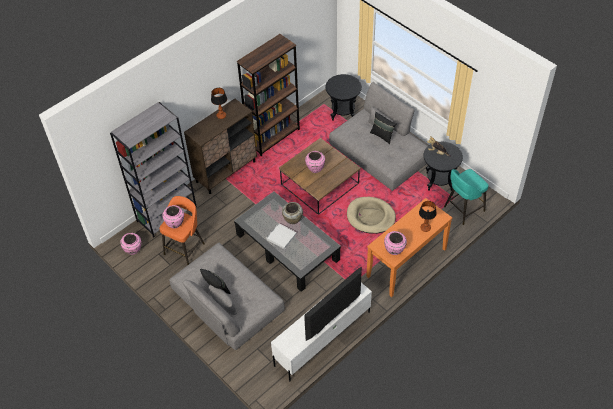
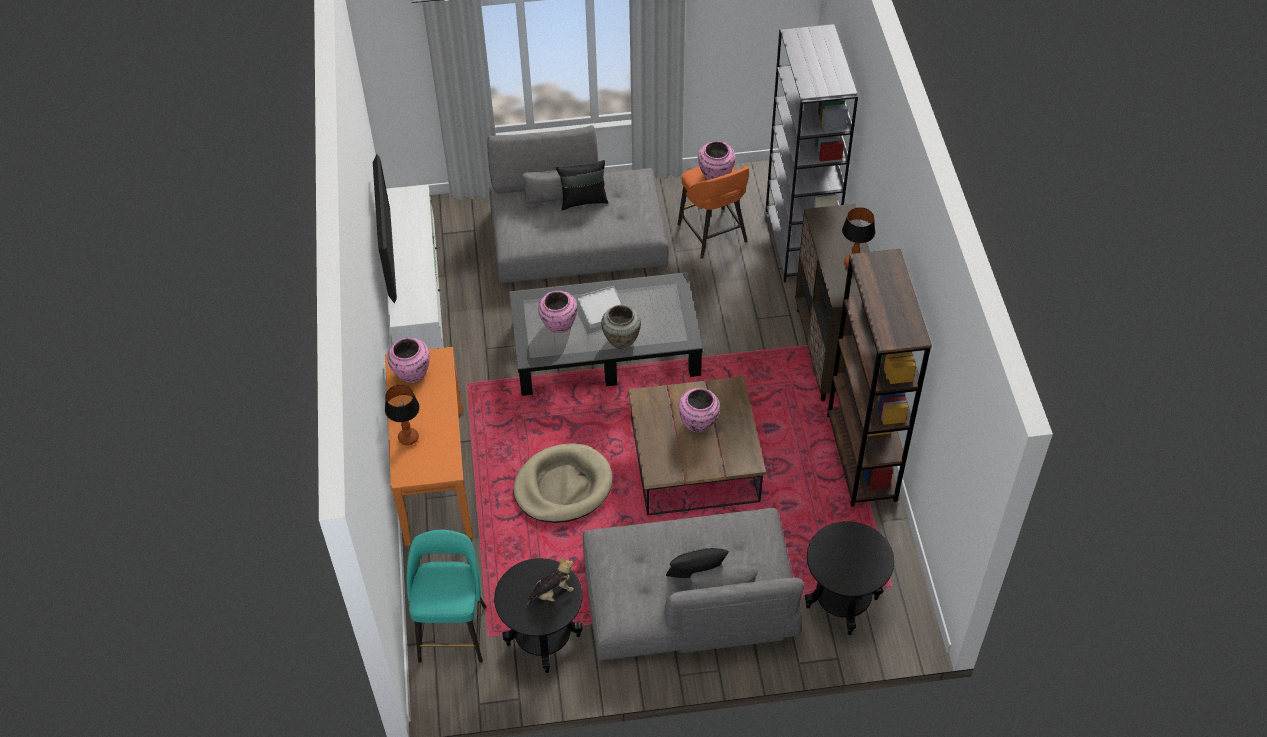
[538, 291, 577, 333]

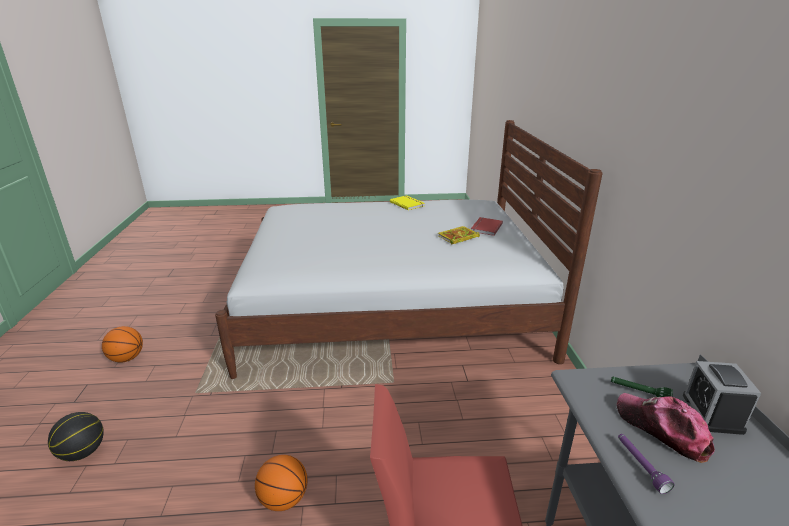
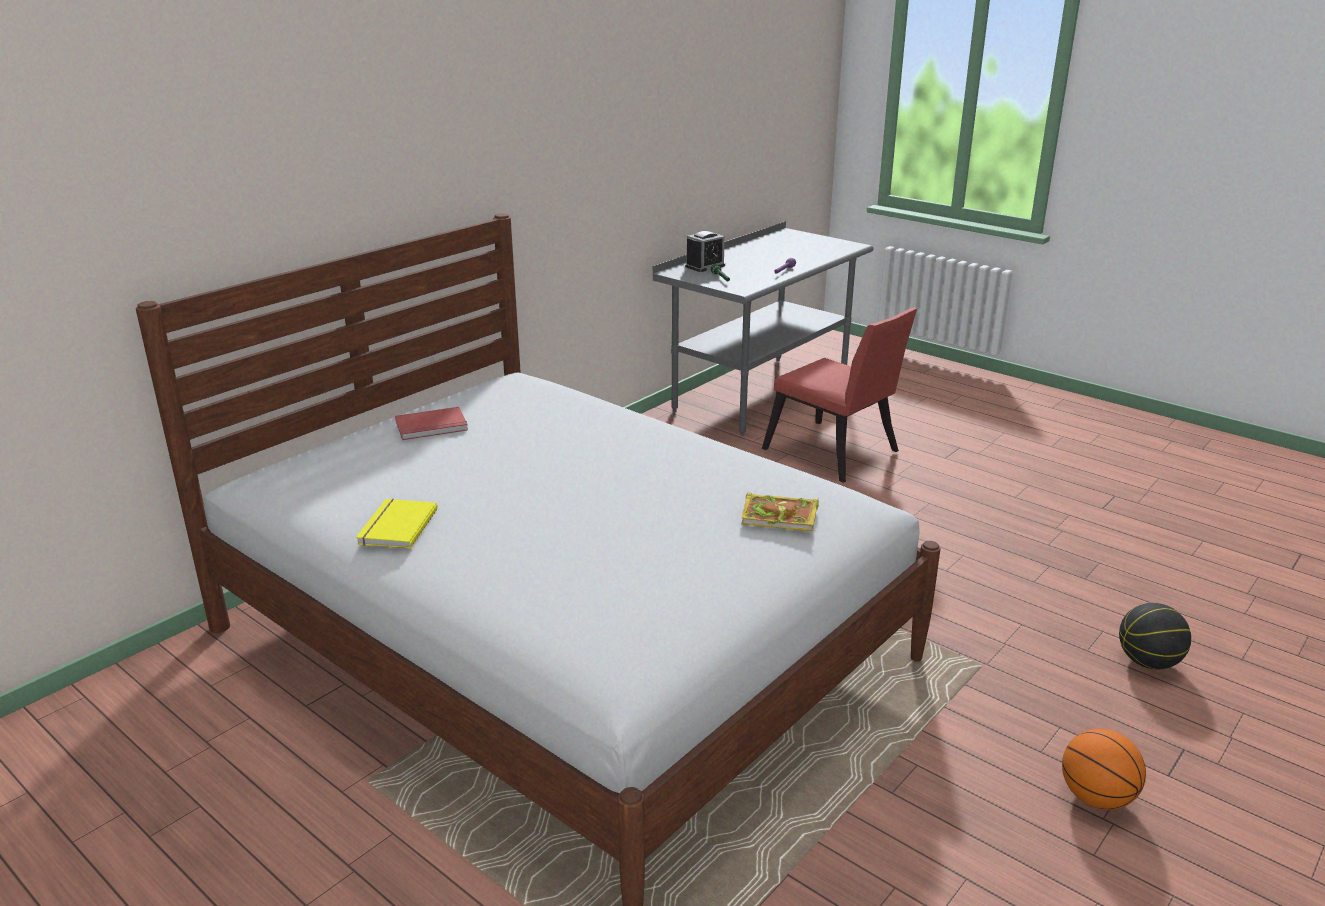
[741, 492, 819, 531]
[617, 393, 715, 463] (first image)
[255, 455, 307, 511] (first image)

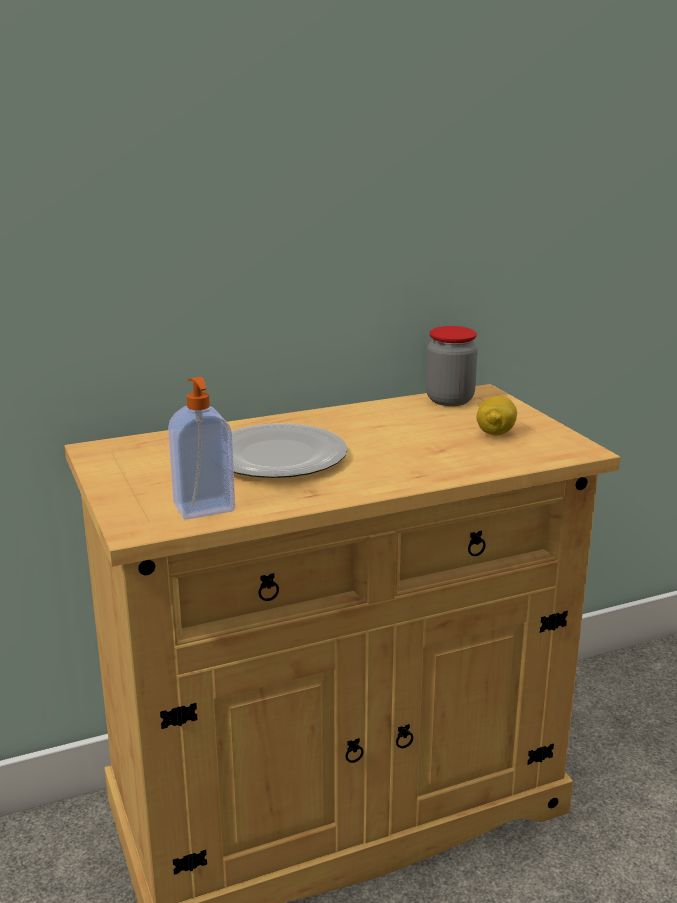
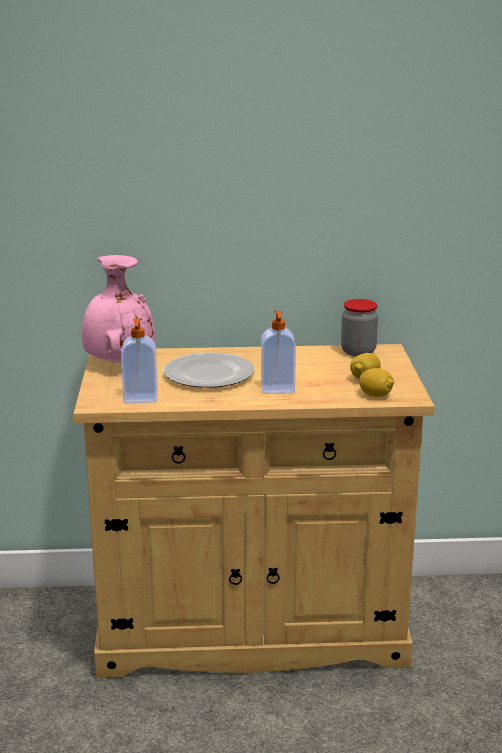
[82, 255, 155, 363]
[261, 311, 296, 394]
[359, 368, 394, 397]

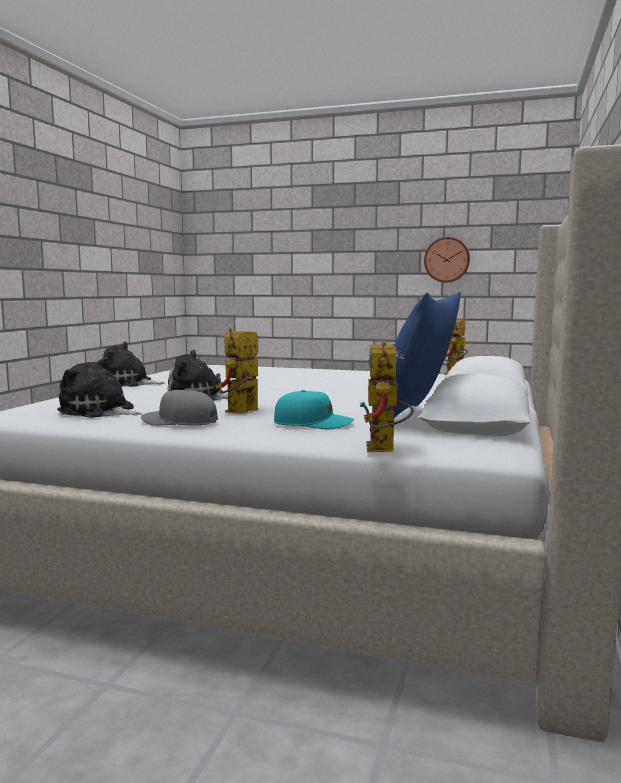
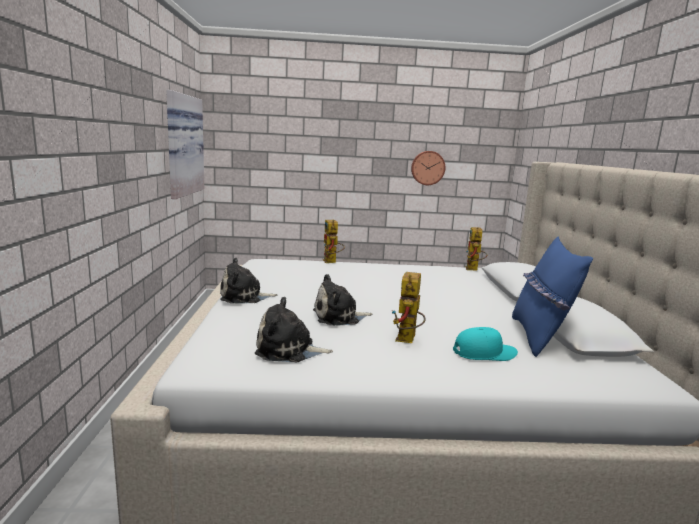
[323, 220, 345, 263]
[141, 389, 218, 426] (first image)
[166, 90, 204, 199]

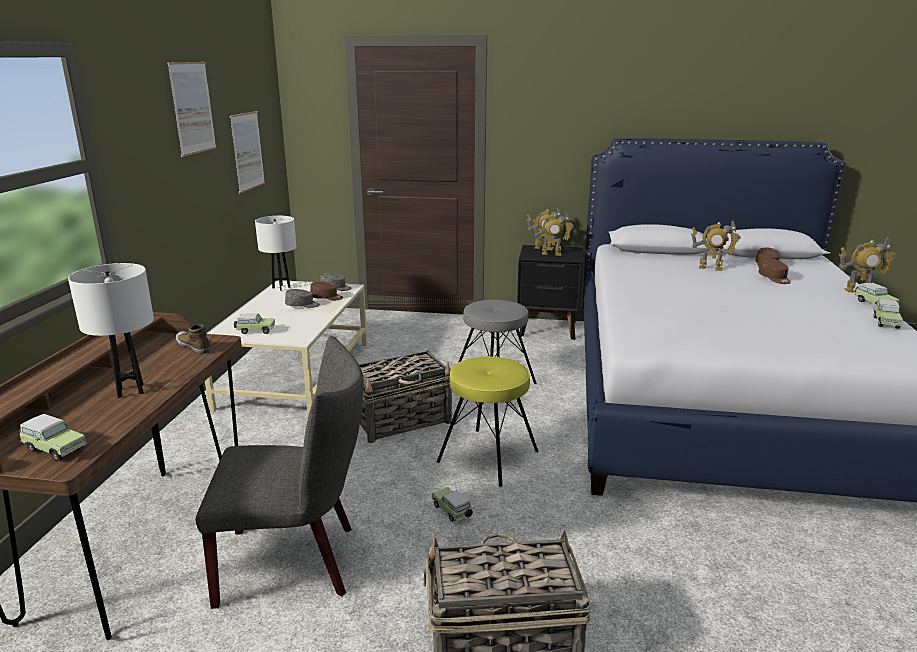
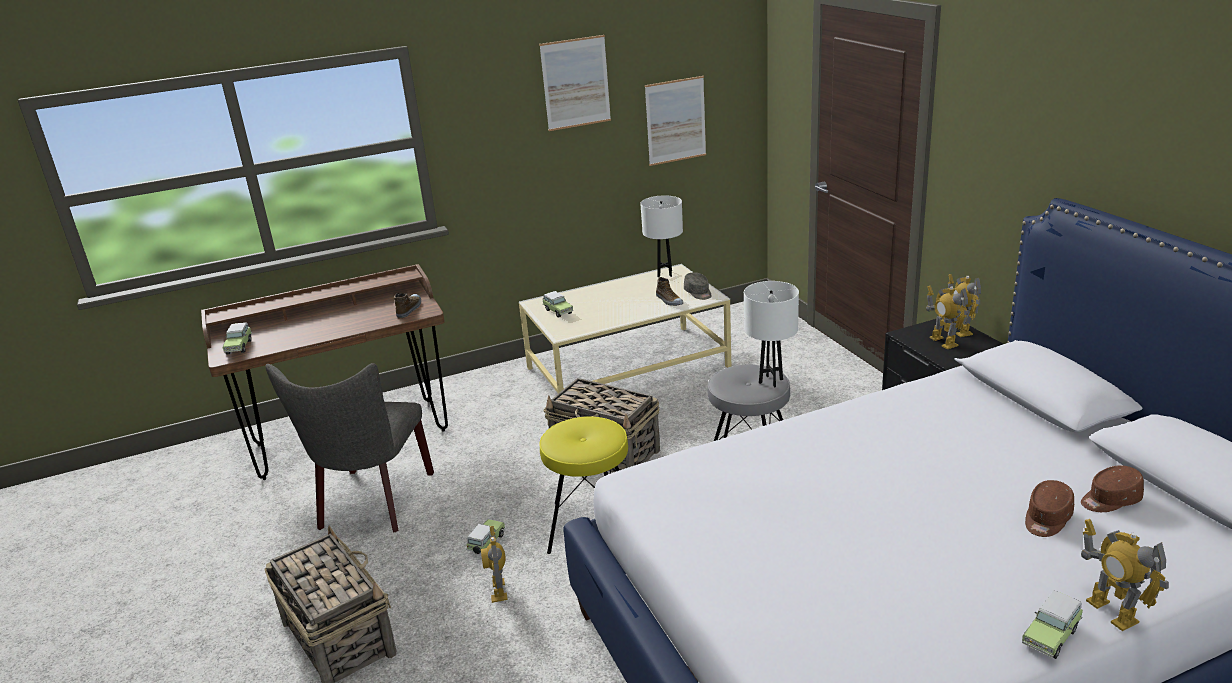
[481, 526, 508, 603]
[744, 281, 799, 387]
[656, 277, 683, 306]
[285, 289, 320, 308] (first image)
[873, 299, 903, 329] (first image)
[266, 363, 434, 533]

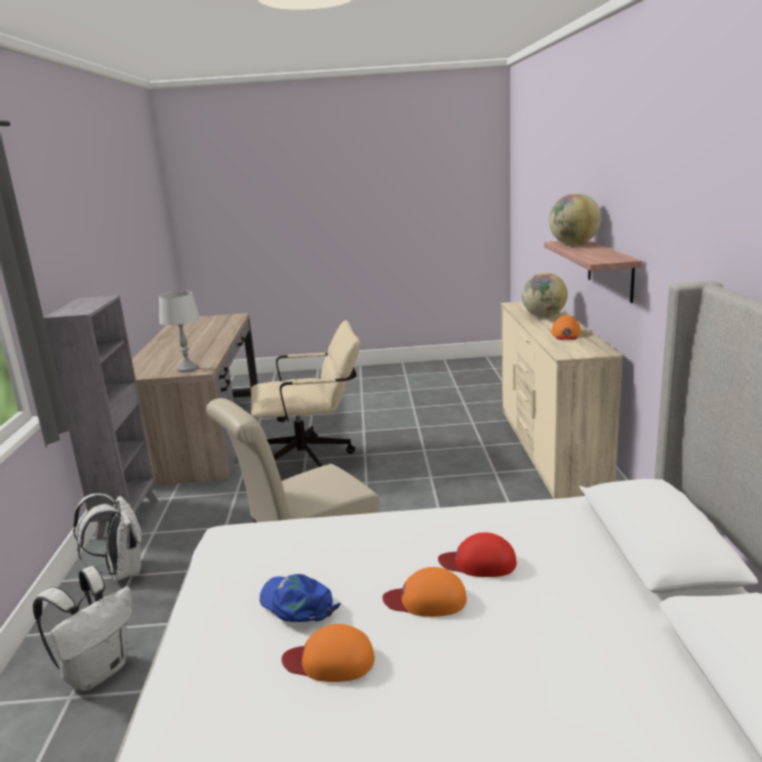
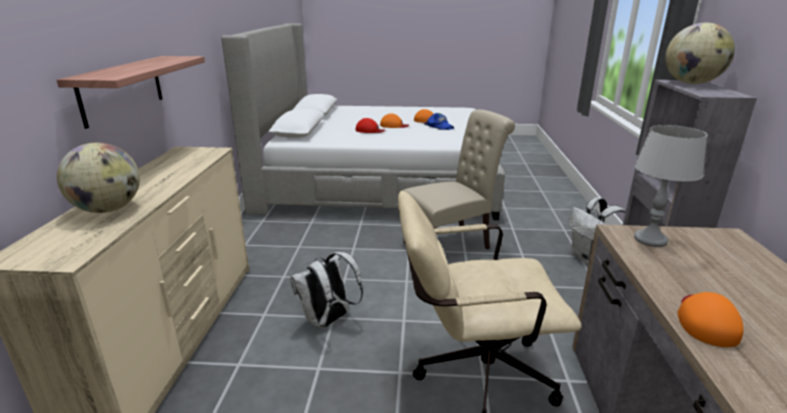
[665, 23, 735, 84]
[678, 292, 744, 347]
[290, 252, 363, 329]

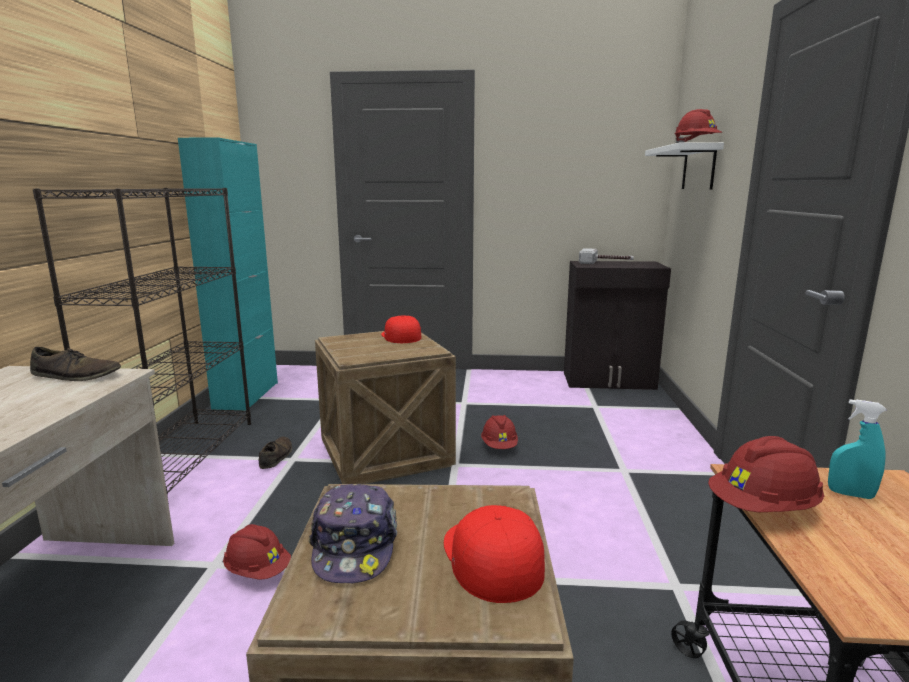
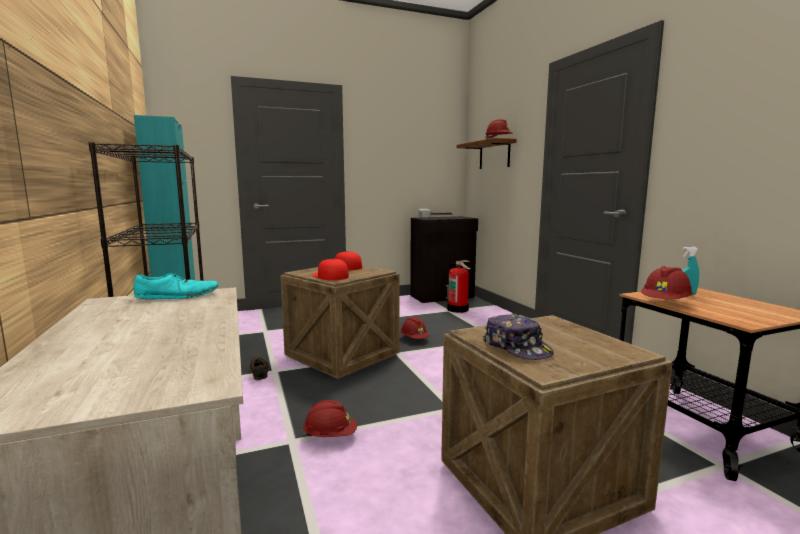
[457, 138, 516, 169]
[133, 273, 219, 299]
[312, 259, 349, 280]
[447, 260, 470, 313]

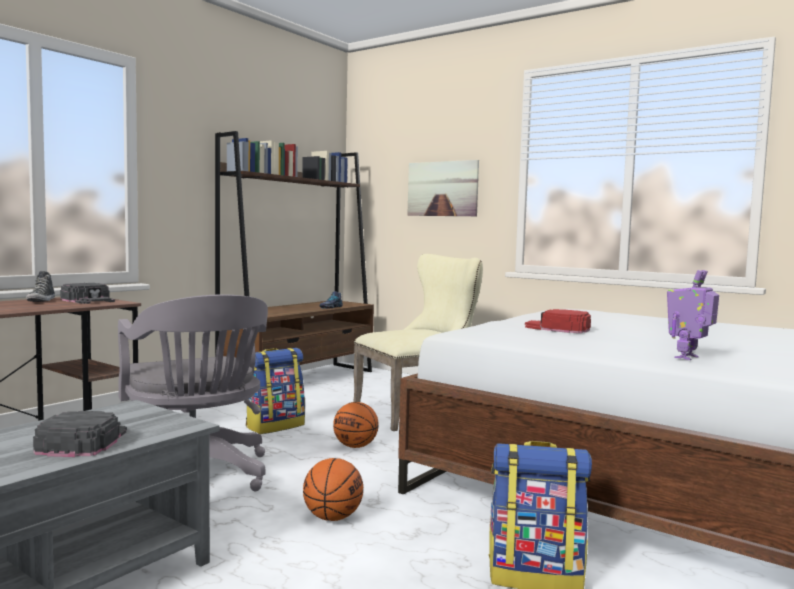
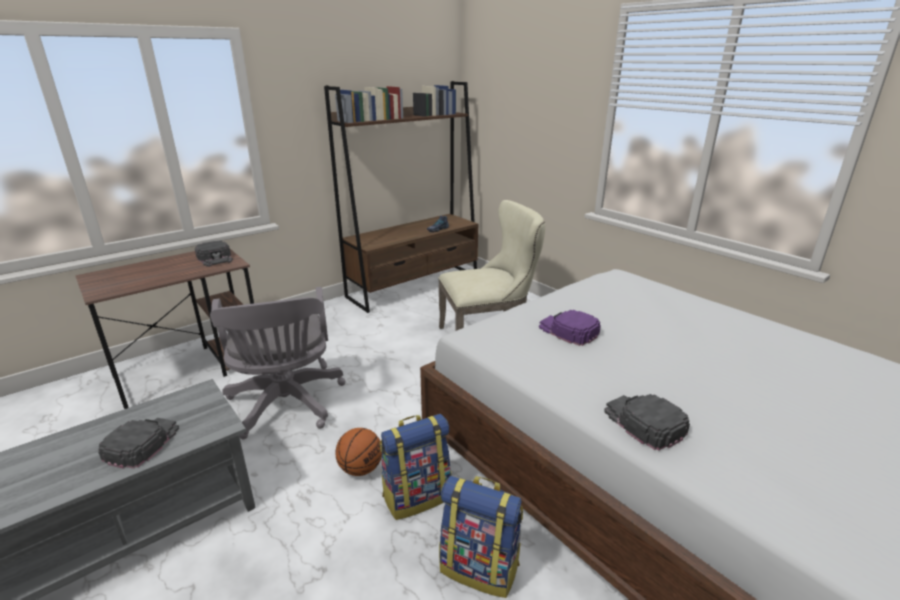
[407, 160, 479, 216] (first image)
[604, 394, 690, 451]
[26, 271, 55, 302] (first image)
[539, 310, 601, 346]
[380, 414, 452, 520]
[333, 402, 379, 448] (first image)

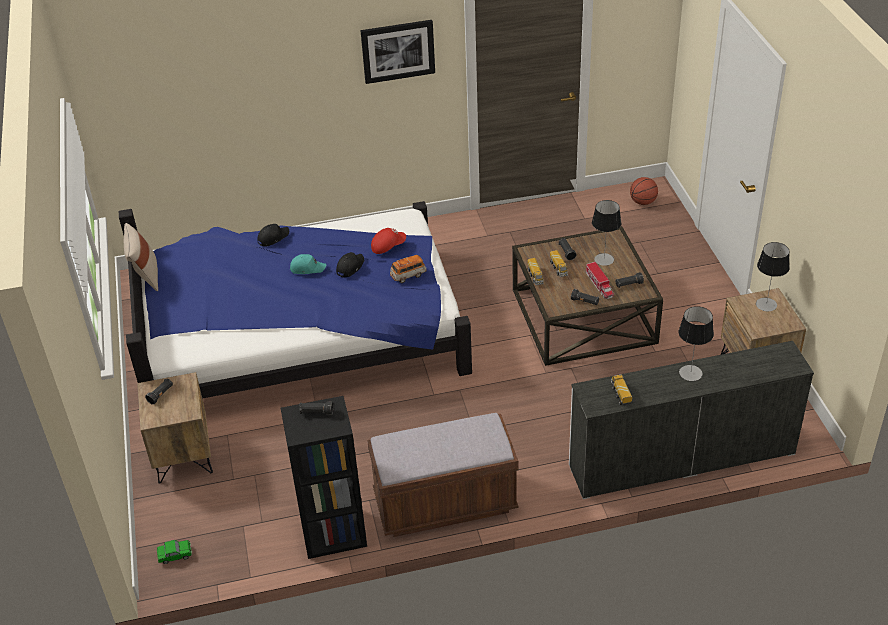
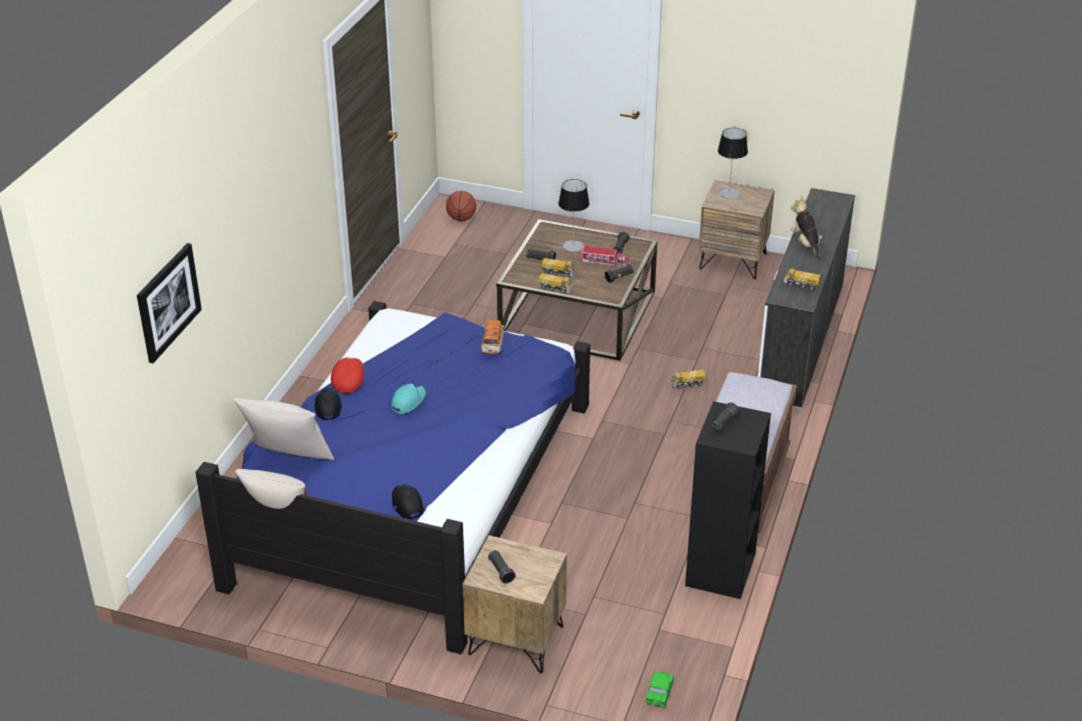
[137, 243, 202, 363]
[331, 357, 364, 393]
[392, 485, 424, 519]
[791, 196, 823, 260]
[670, 369, 705, 389]
[233, 398, 334, 460]

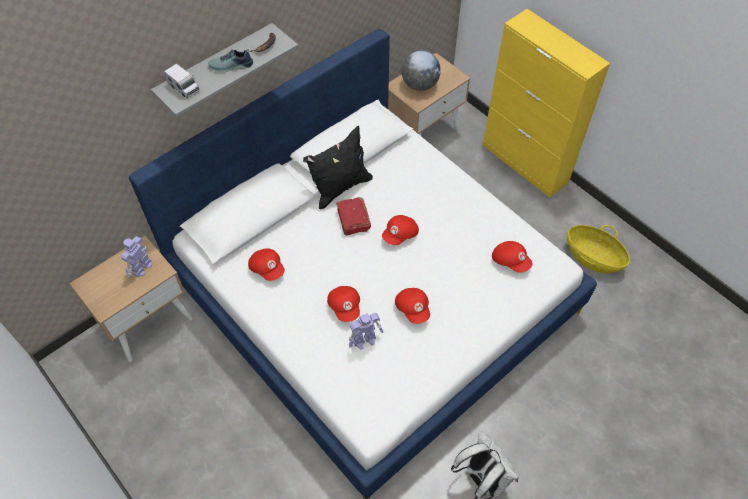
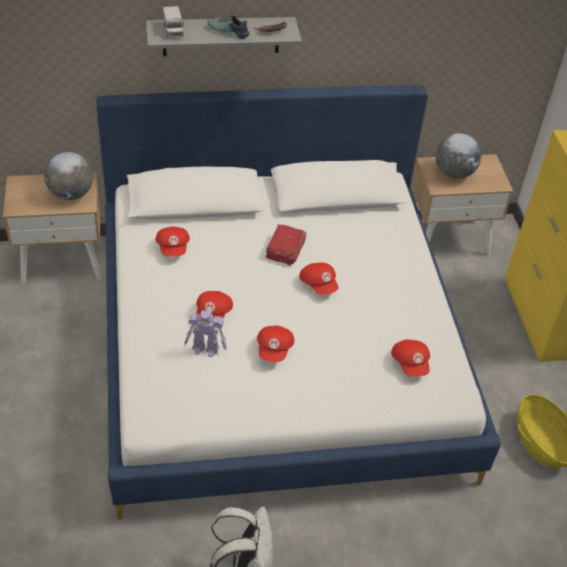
[303, 126, 373, 210] (first image)
[299, 263, 338, 295]
[44, 152, 93, 200]

